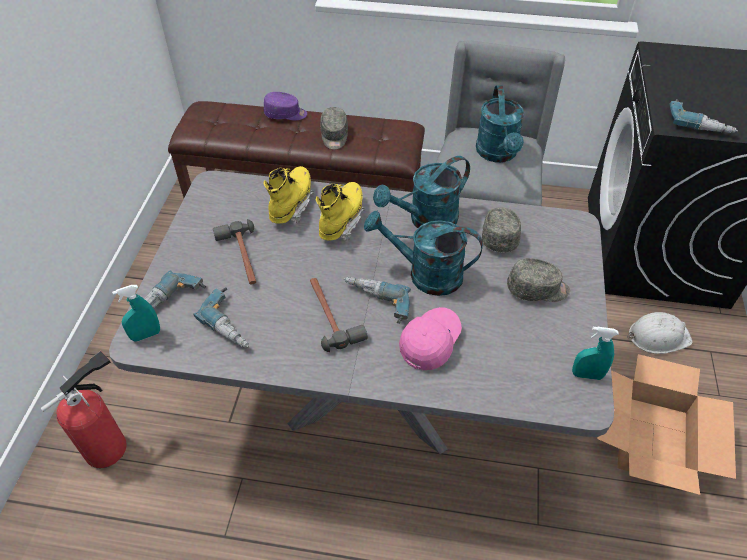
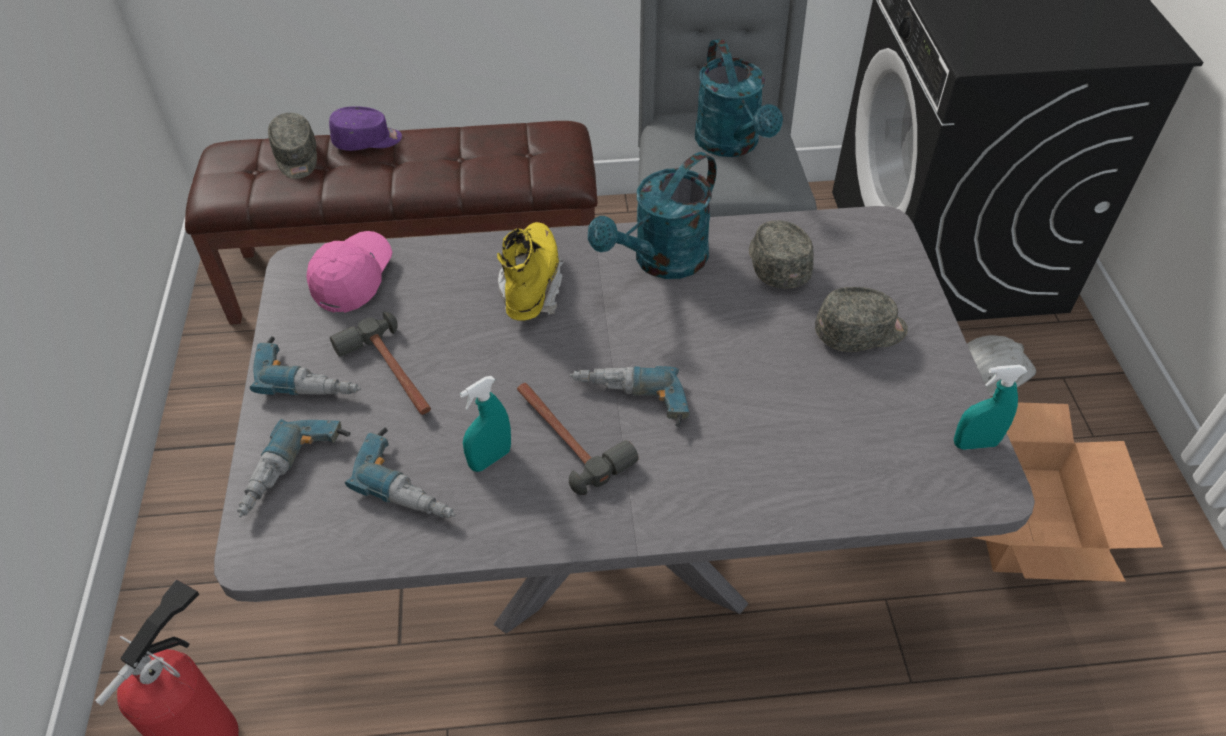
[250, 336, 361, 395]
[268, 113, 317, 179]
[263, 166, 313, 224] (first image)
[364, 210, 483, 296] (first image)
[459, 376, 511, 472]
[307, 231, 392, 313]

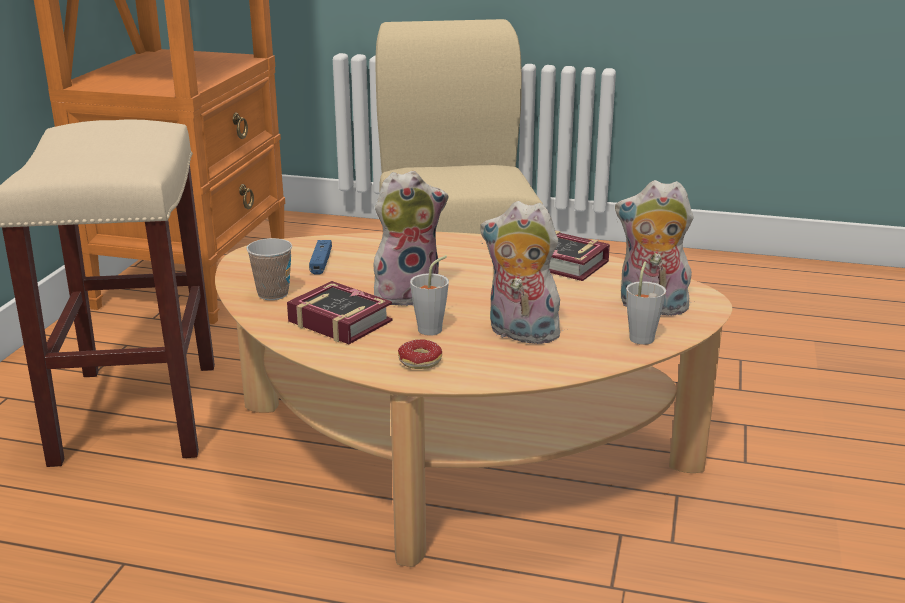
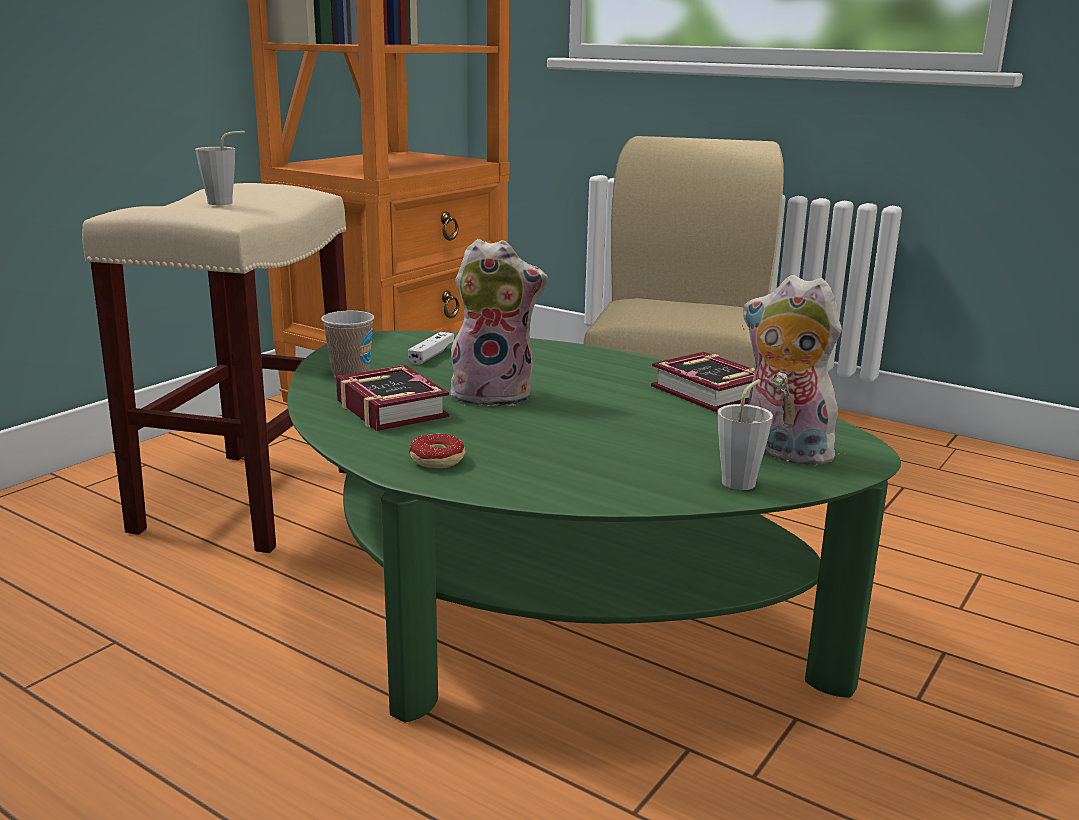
[480, 201, 564, 344] (first image)
[287, 330, 901, 722]
[408, 332, 454, 365]
[195, 131, 245, 205]

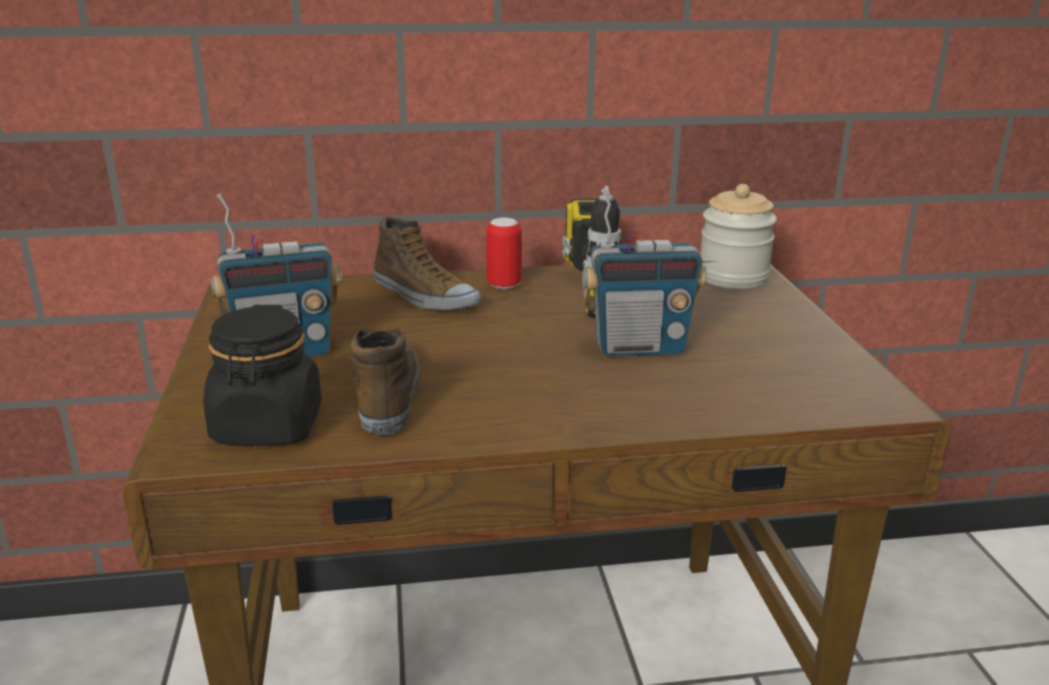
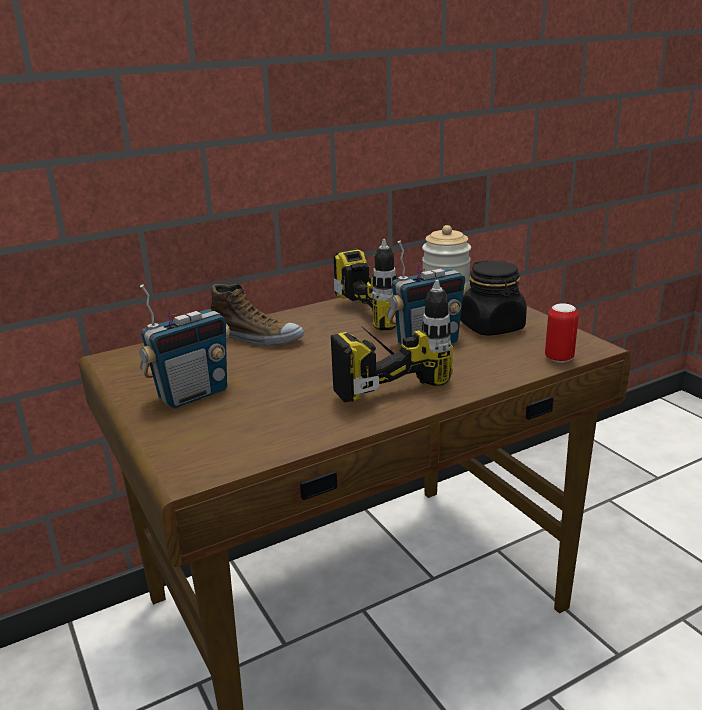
[545, 303, 579, 363]
[460, 260, 527, 336]
[351, 328, 420, 435] (first image)
[331, 280, 453, 403]

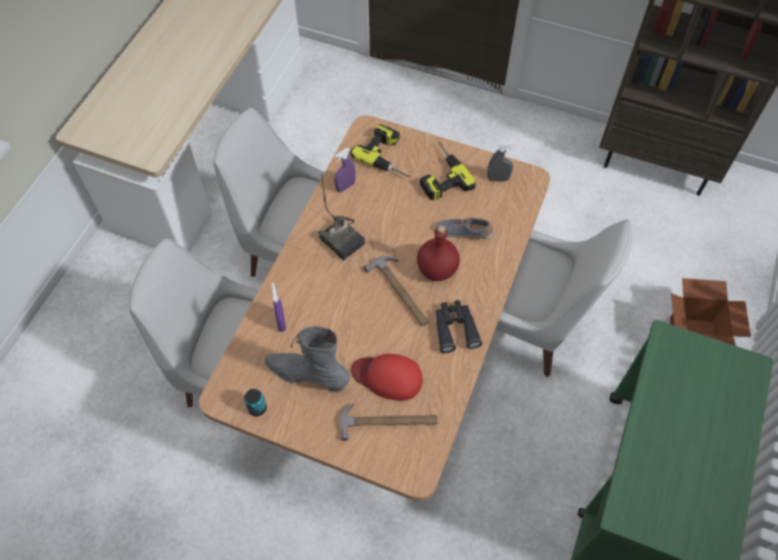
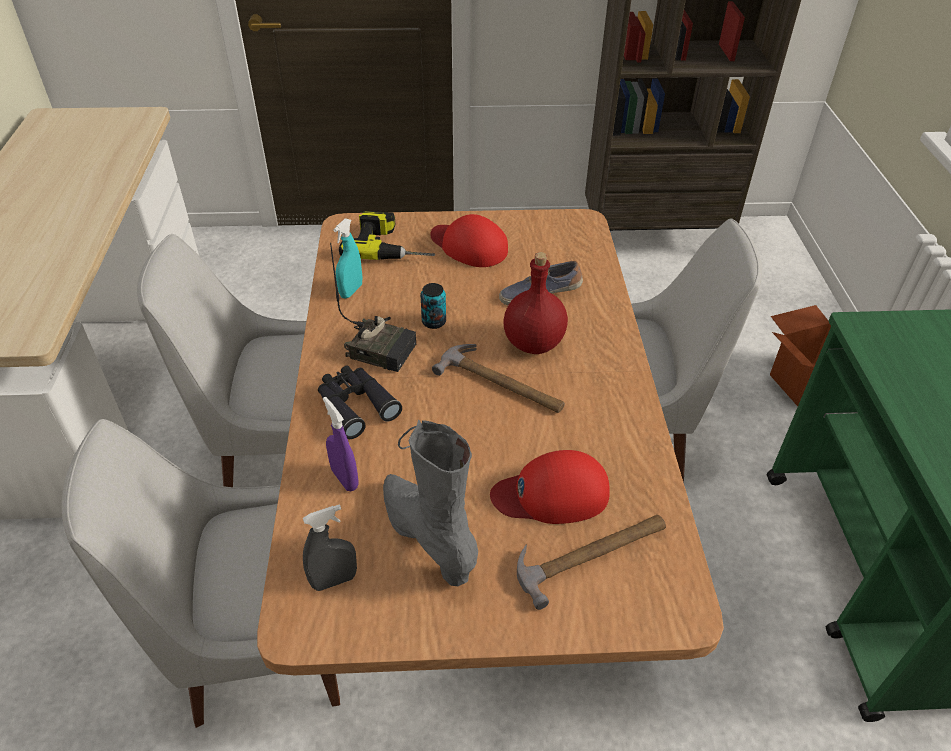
[430, 214, 508, 267]
[303, 504, 357, 591]
[334, 218, 362, 298]
[318, 366, 402, 439]
[383, 420, 478, 586]
[421, 283, 446, 329]

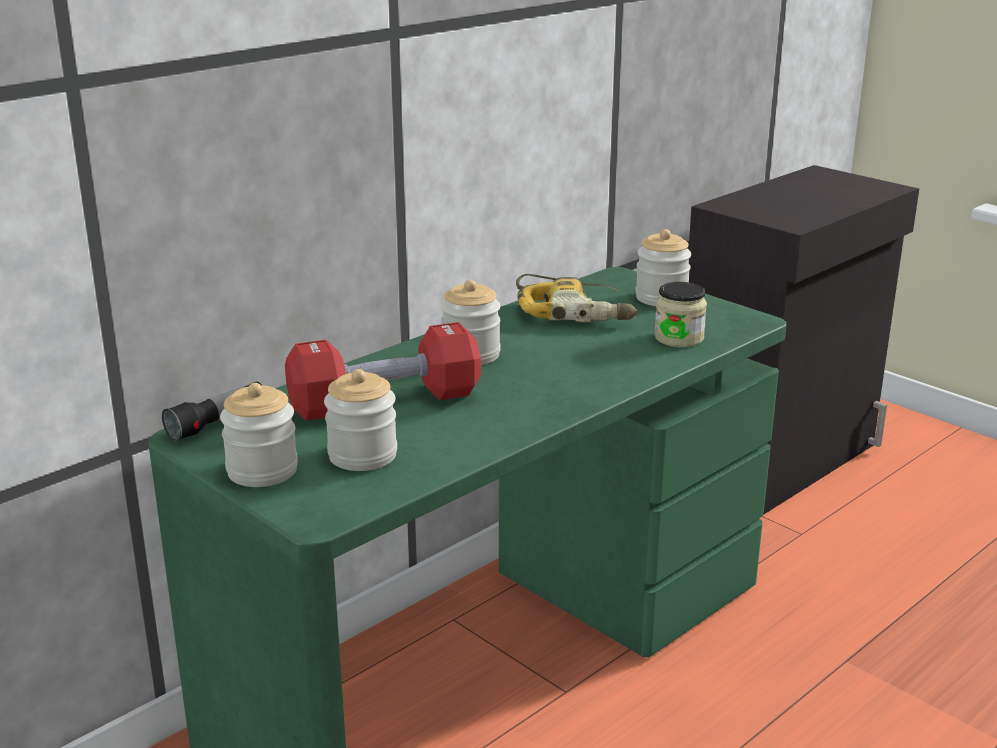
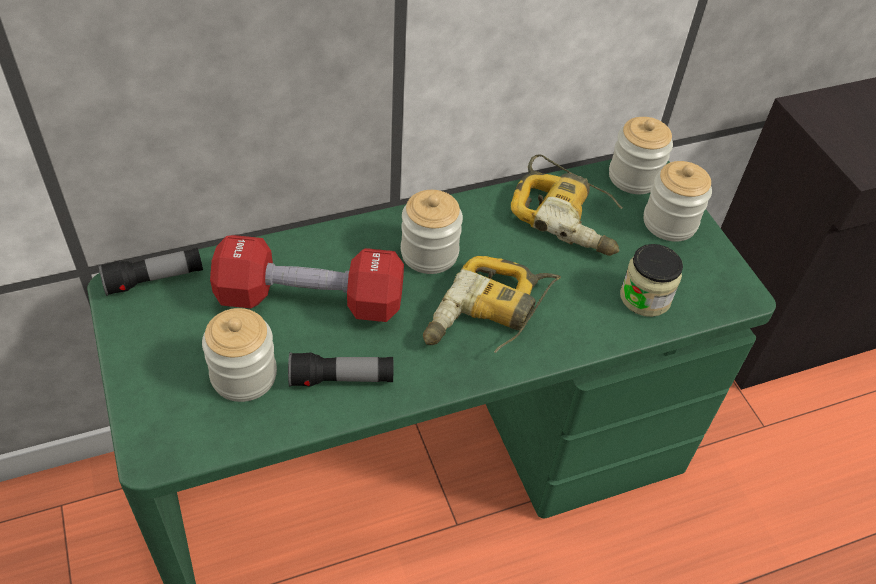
[609, 117, 673, 194]
[423, 256, 561, 353]
[288, 352, 393, 387]

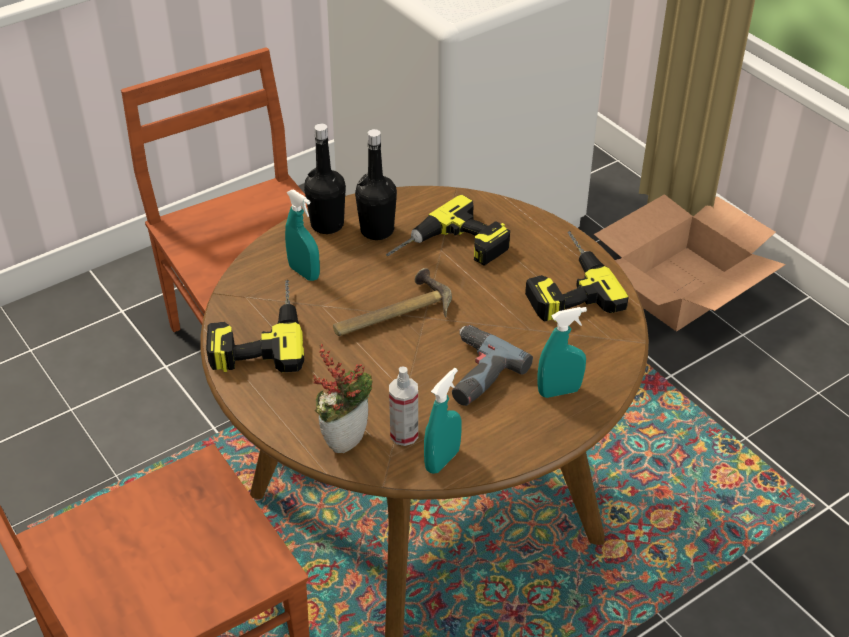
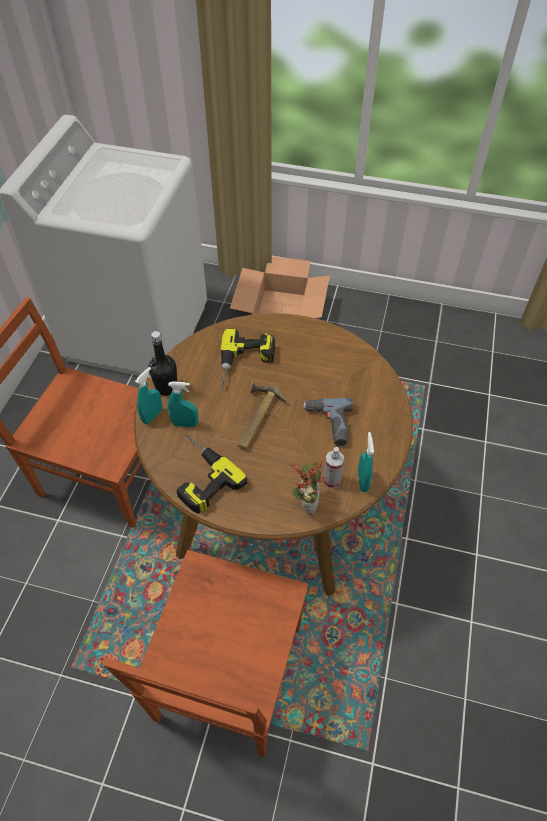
[355, 129, 397, 240] (first image)
[525, 231, 629, 322] (first image)
[135, 367, 162, 424]

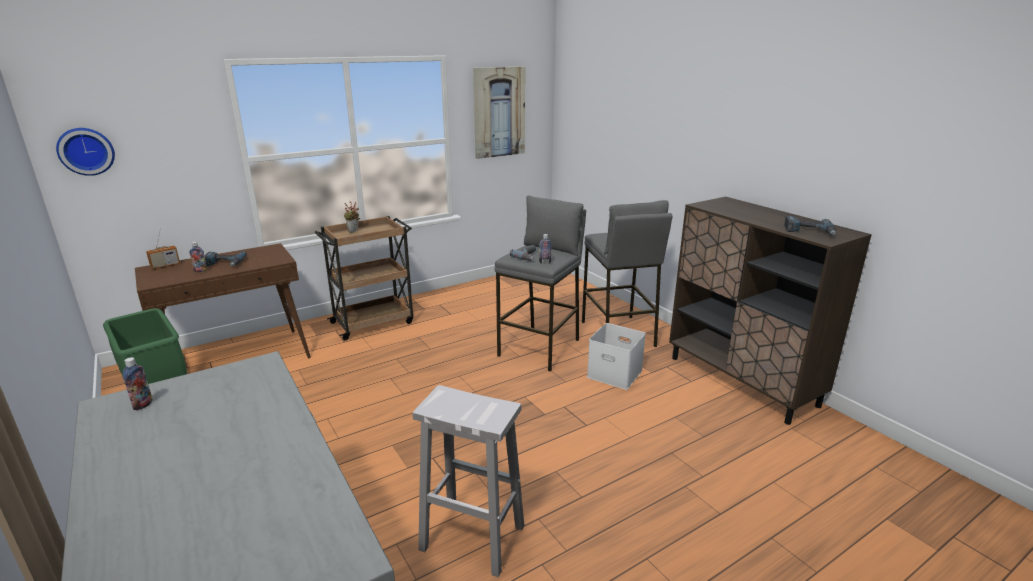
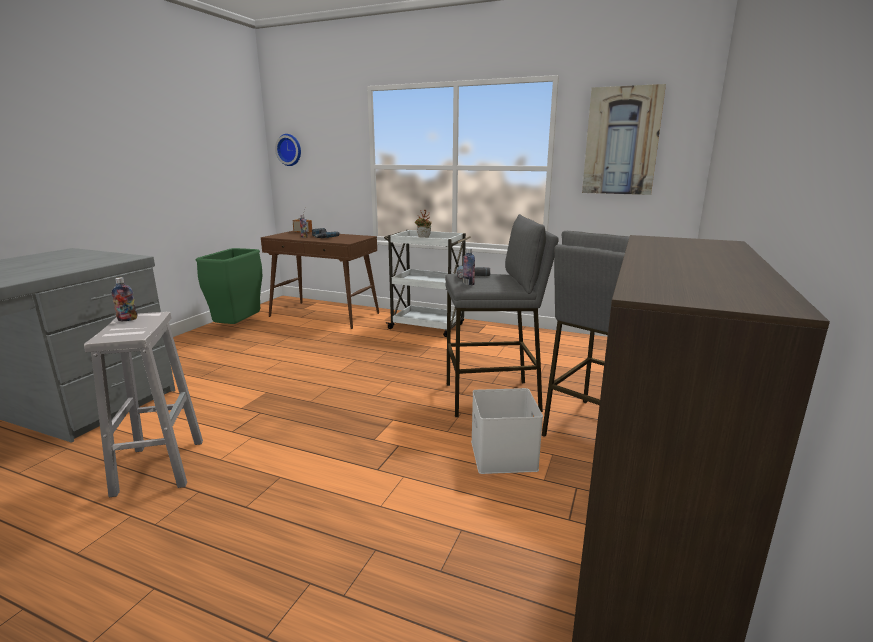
[384, 230, 471, 337]
[784, 216, 836, 236] (first image)
[111, 277, 138, 321]

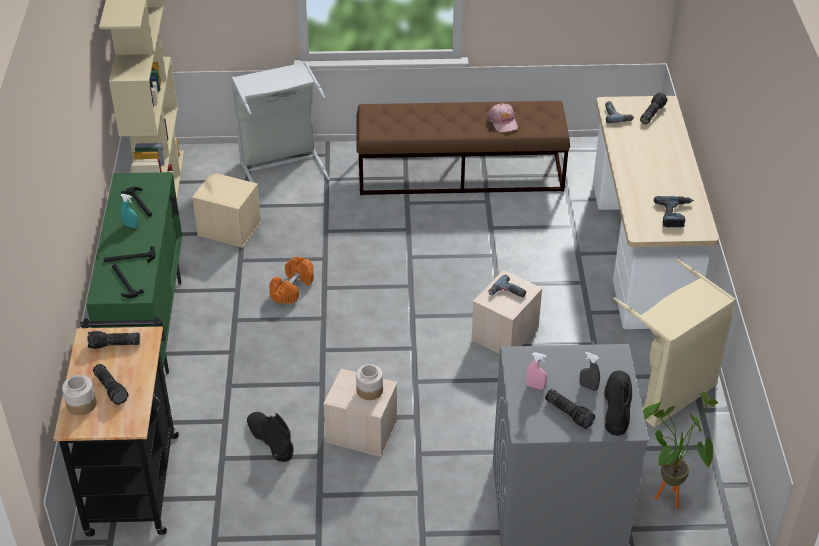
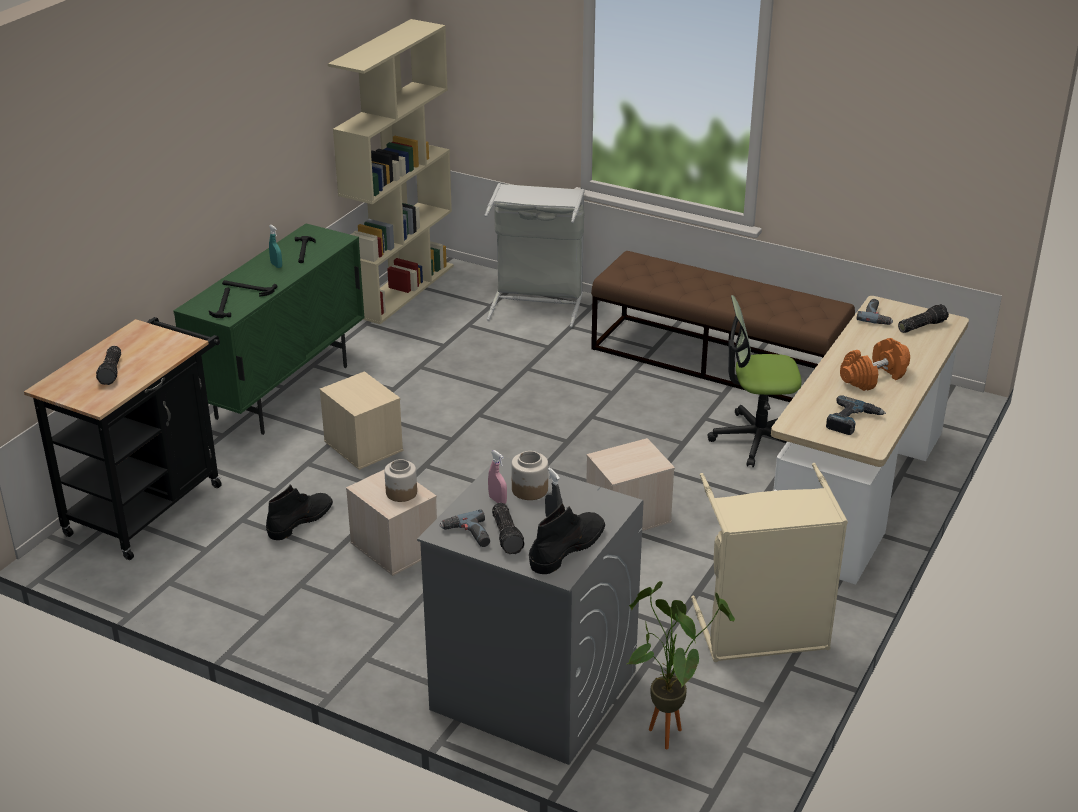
[488, 103, 518, 133] (first image)
[319, 371, 403, 470]
[840, 338, 910, 391]
[440, 509, 490, 547]
[87, 331, 140, 349] (first image)
[511, 451, 548, 500]
[266, 484, 333, 540]
[707, 295, 802, 467]

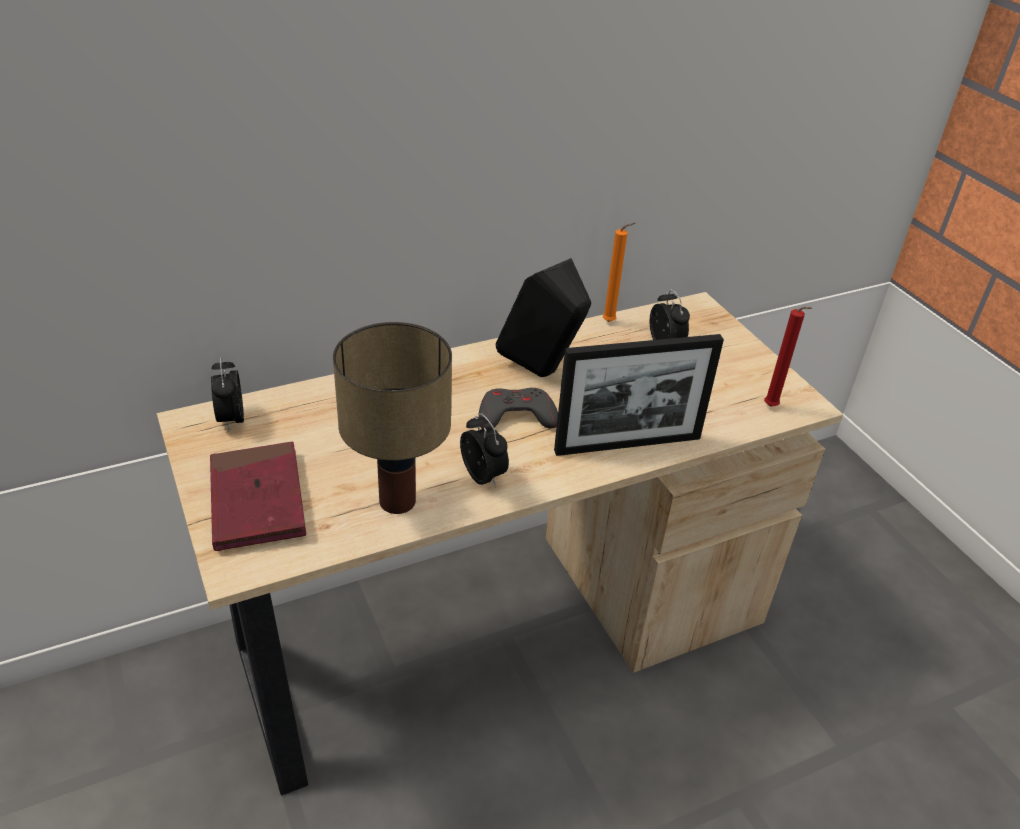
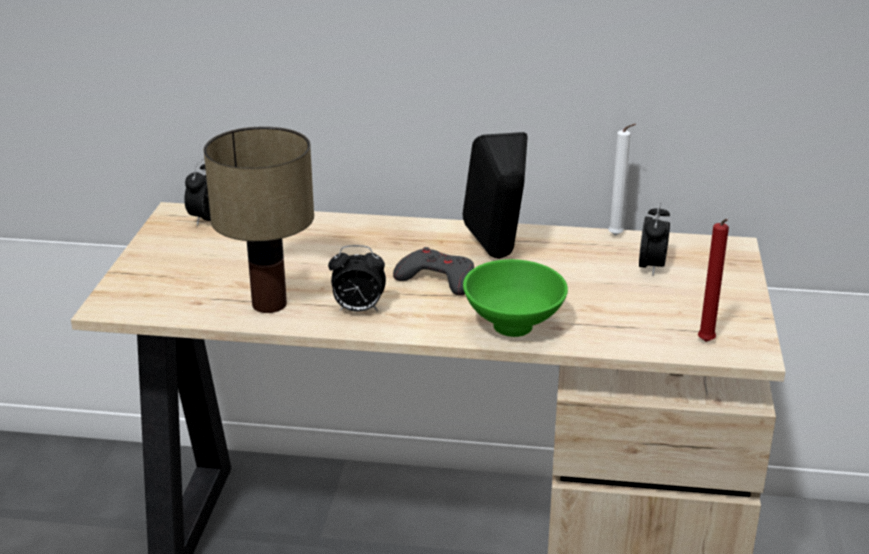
[608, 124, 636, 236]
[463, 259, 568, 337]
[328, 245, 386, 312]
[210, 442, 306, 551] (first image)

